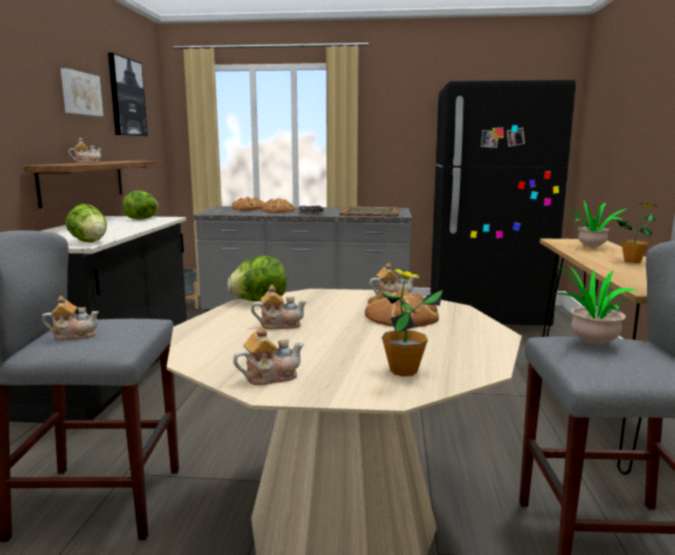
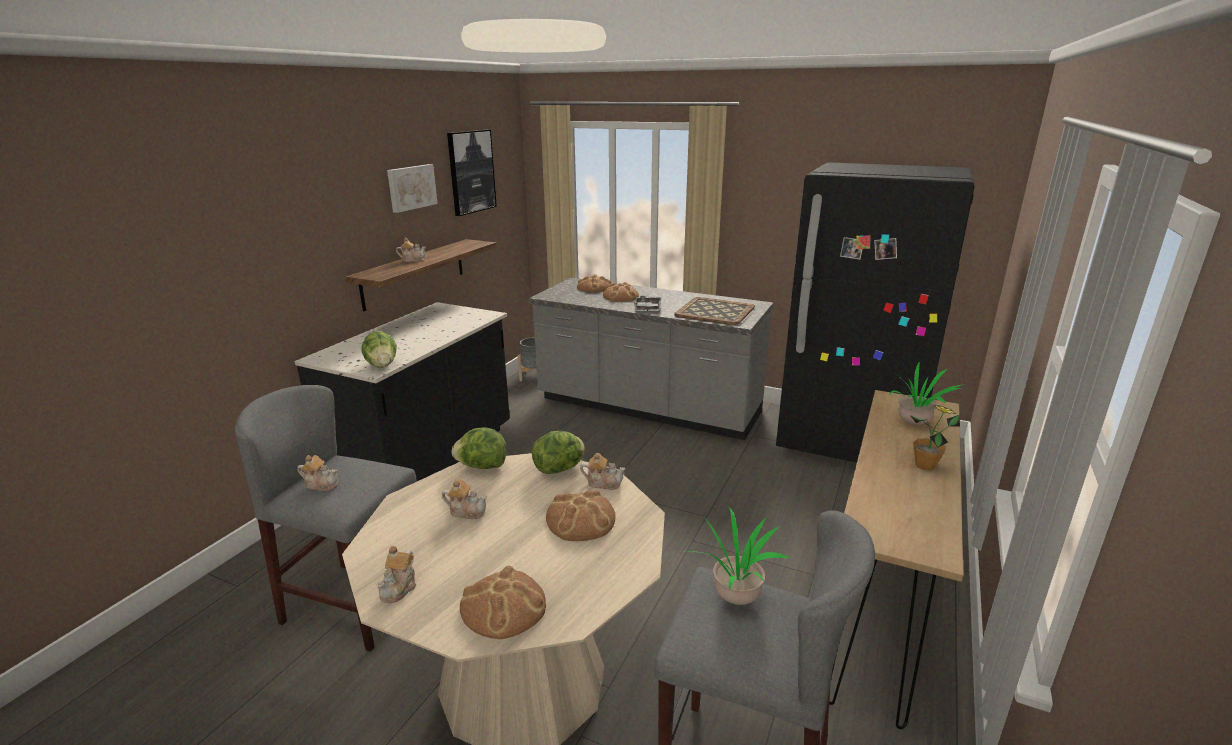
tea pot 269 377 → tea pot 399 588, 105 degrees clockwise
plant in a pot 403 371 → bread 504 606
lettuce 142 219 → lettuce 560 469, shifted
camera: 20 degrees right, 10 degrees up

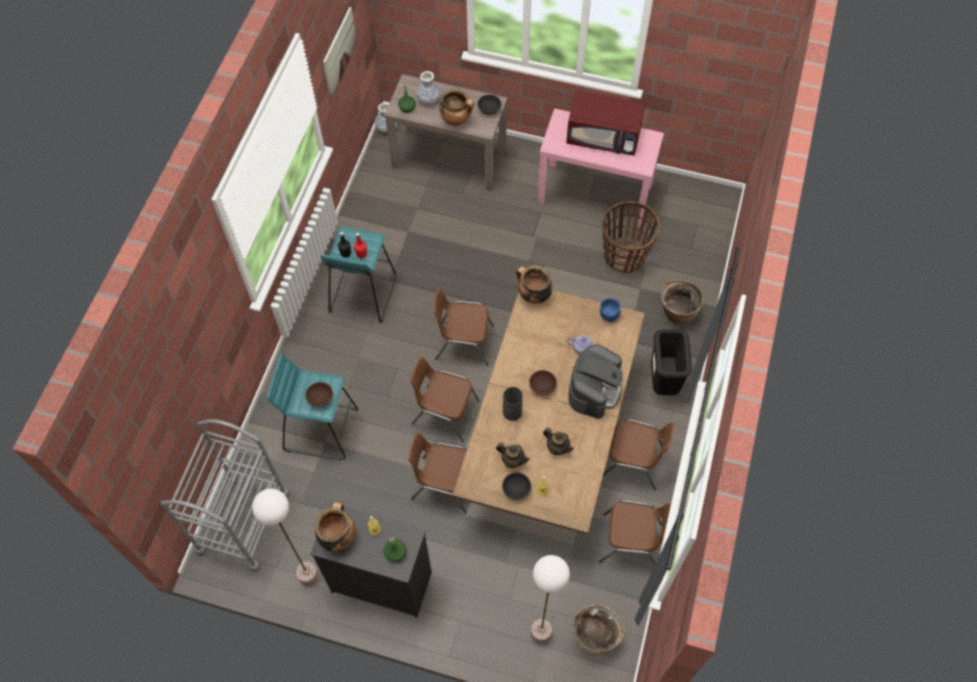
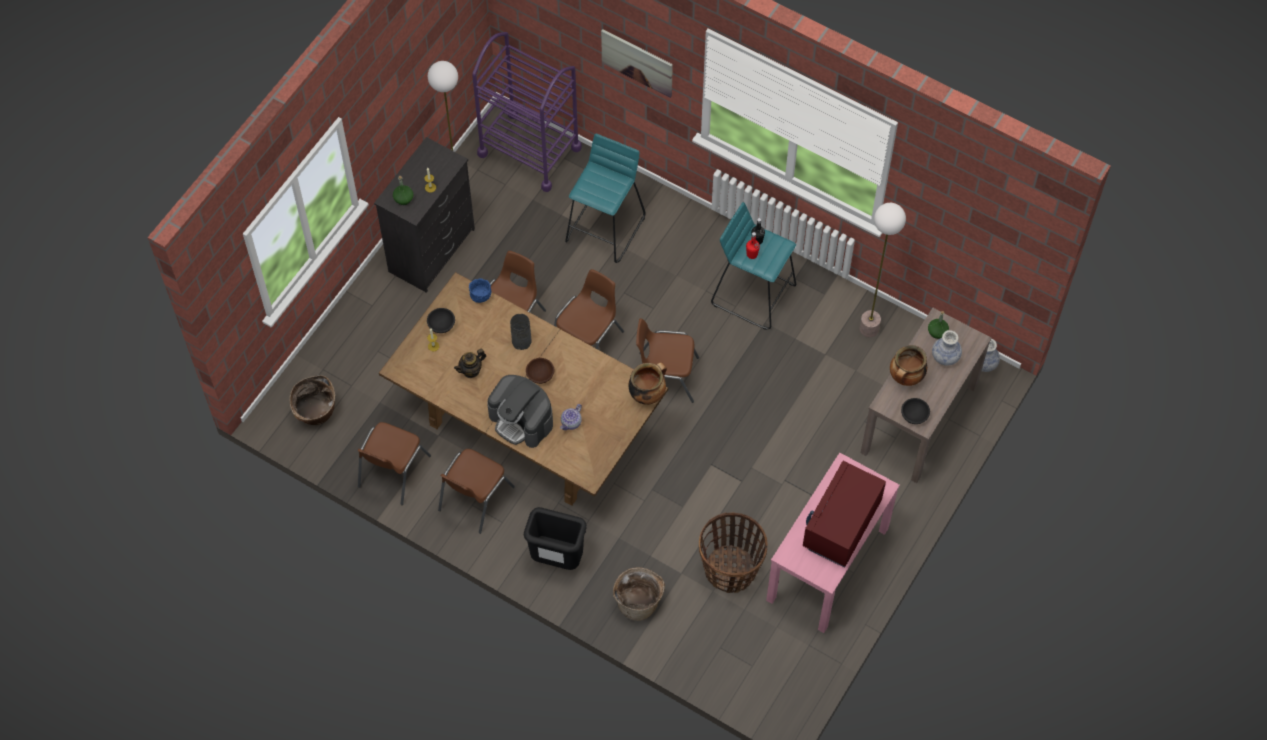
bowl (blue) 609 315 → bowl (blue) 480 297, shifted
cart (grey) 243 522 → cart (purplish) 529 151
wall picture 339 51 → wall picture 637 62, shifted
upright chair (brownish) 463 342 → upright chair (brownish) 665 376, 105 degrees counterclockwise
standard lamp 541 634 → standard lamp 869 329, shifted
bowl (brownish) 321 398 → -
cooking pot 338 536 → -
tea pot 512 460 → -
camera: 105 degrees right, 0 degrees up

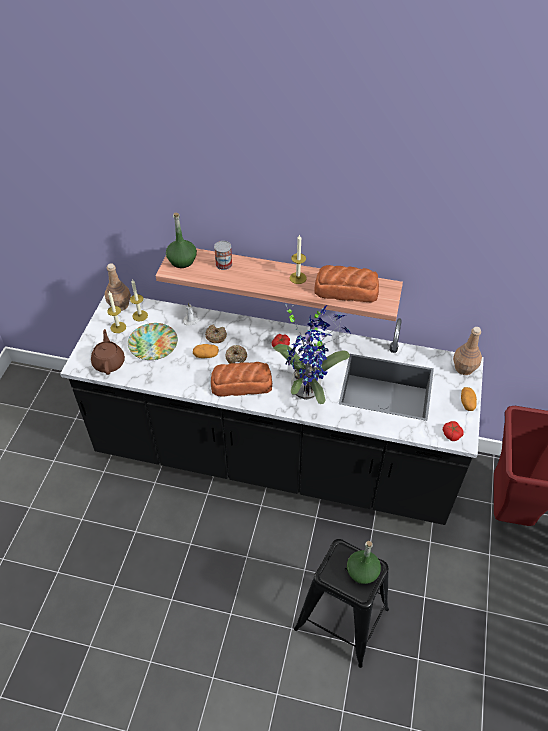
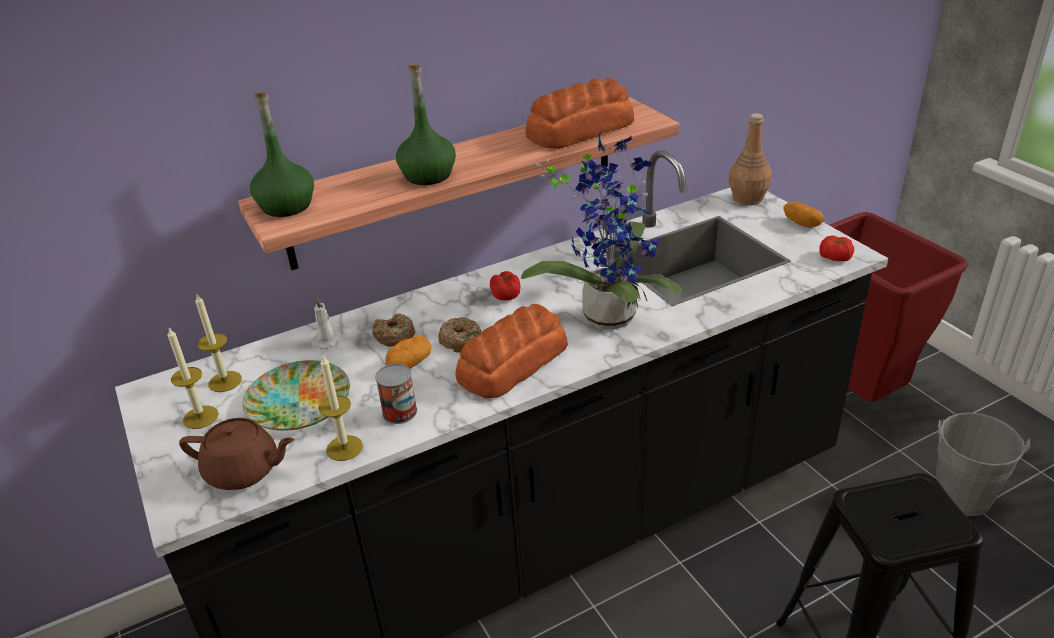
tea pot (brownish) 109 362 → tea pot (brownish) 244 471, 150 degrees clockwise
wax candle 298 278 → wax candle 344 448, shifted
can 224 264 → can 399 412, shifted
bottle (green) 362 571 → bottle (green) 428 175, shifted
- → pail (grey) 962 491
bottle (brownish) 120 305 → -
camera: 40 degrees left, 15 degrees down

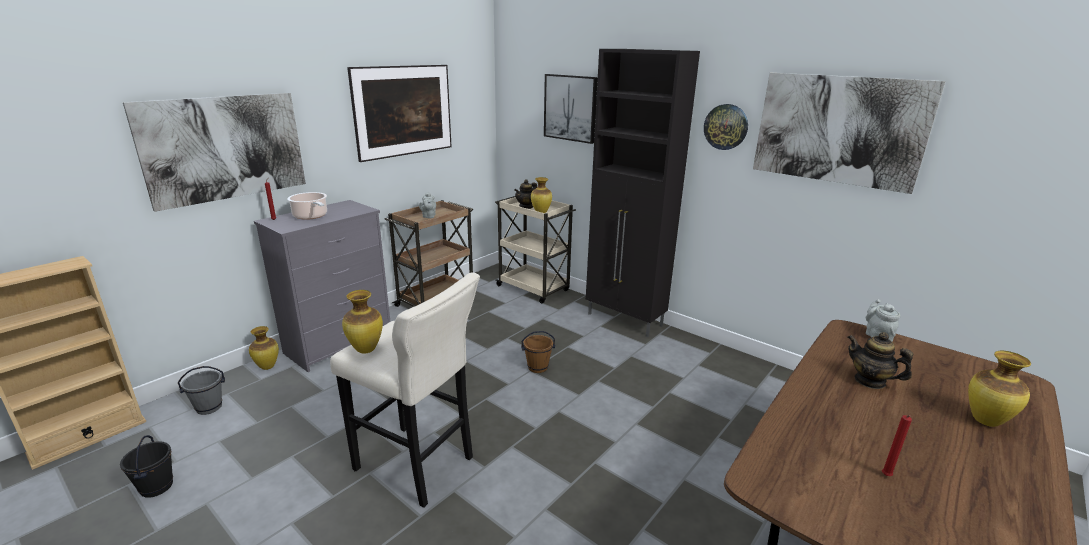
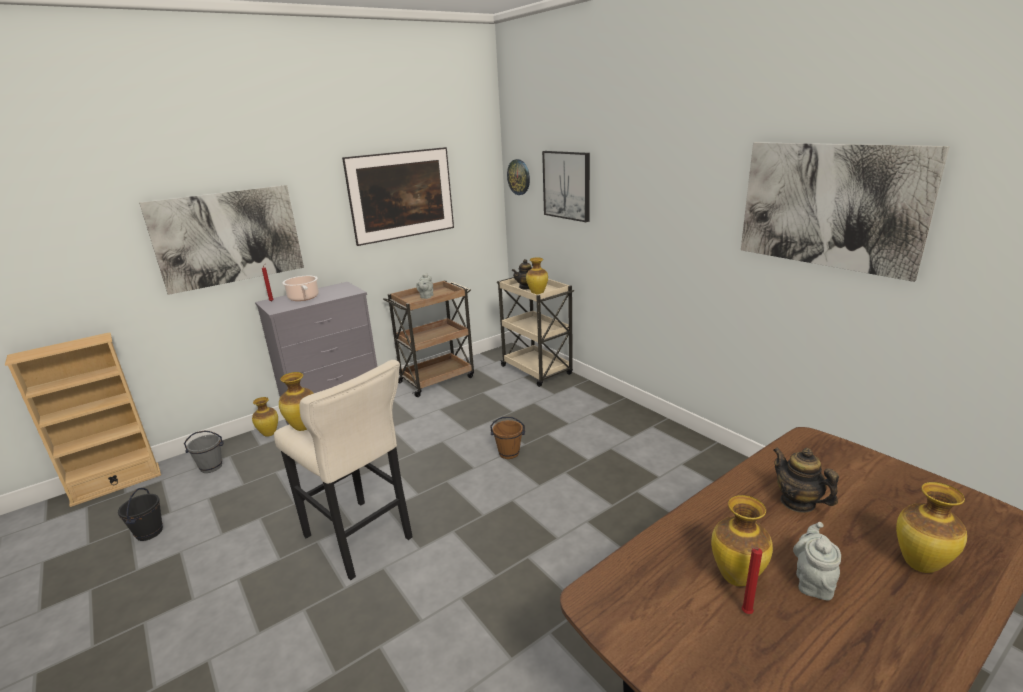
hanging clock 726 127 → hanging clock 519 177, shifted
- → vase 736 577
tea pot (grey) 877 336 → tea pot (grey) 813 582, shifted
cabinet (blackish) 625 320 → -
camera: 15 degrees right, 0 degrees up

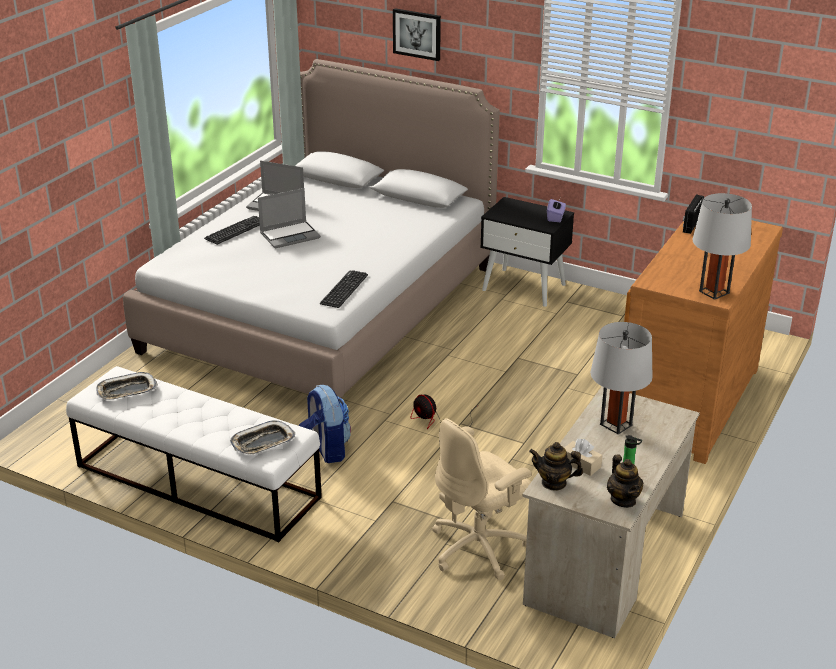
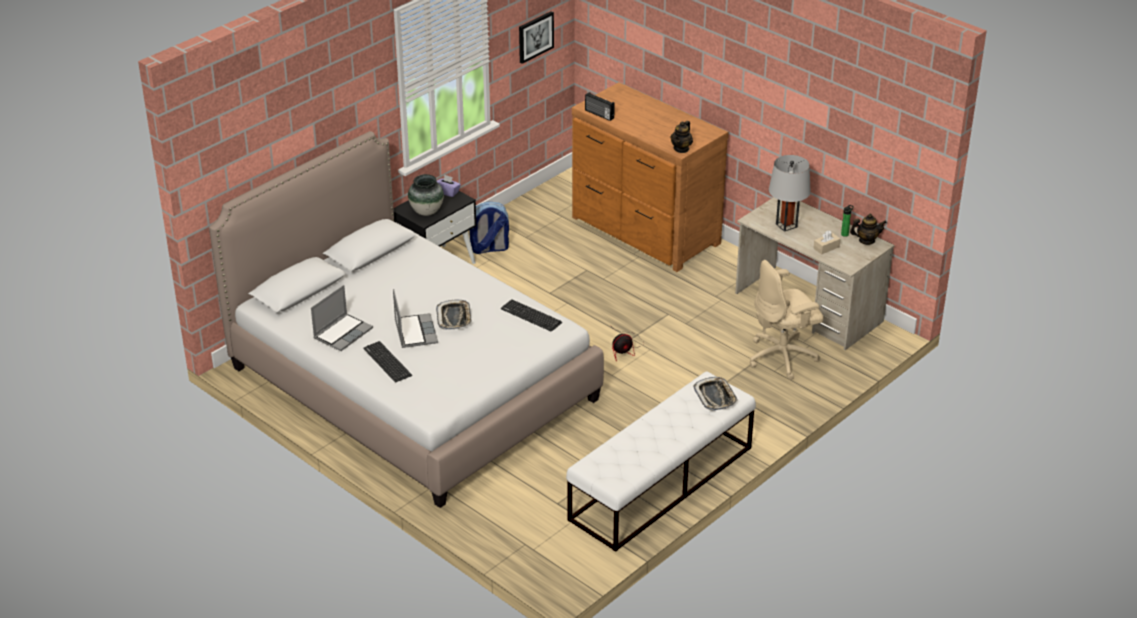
- → vase 426 211
carrying tray 126 391 → carrying tray 454 318, shifted
backpack 326 449 → backpack 489 248, shifted
wall picture 417 34 → wall picture 535 36, shifted
tea pot 554 483 → tea pot 681 149, shifted
office chair (beige) 479 548 → office chair (beige) 783 357, 90 degrees clockwise
lamp for a table (grey) 714 292 → -
camera: 75 degrees left, 5 degrees up

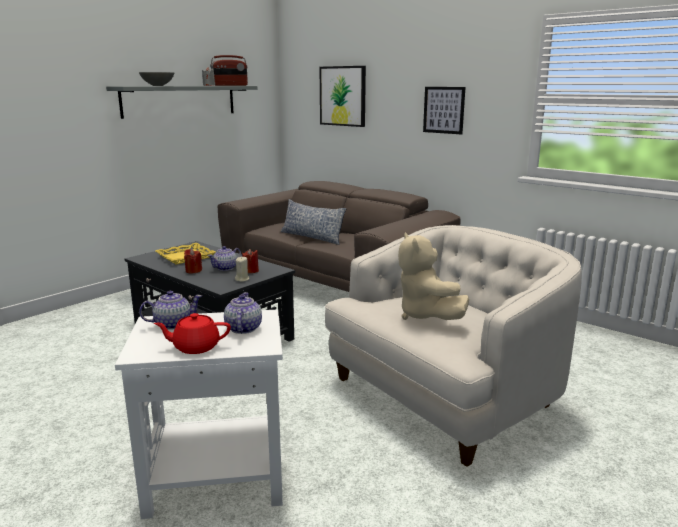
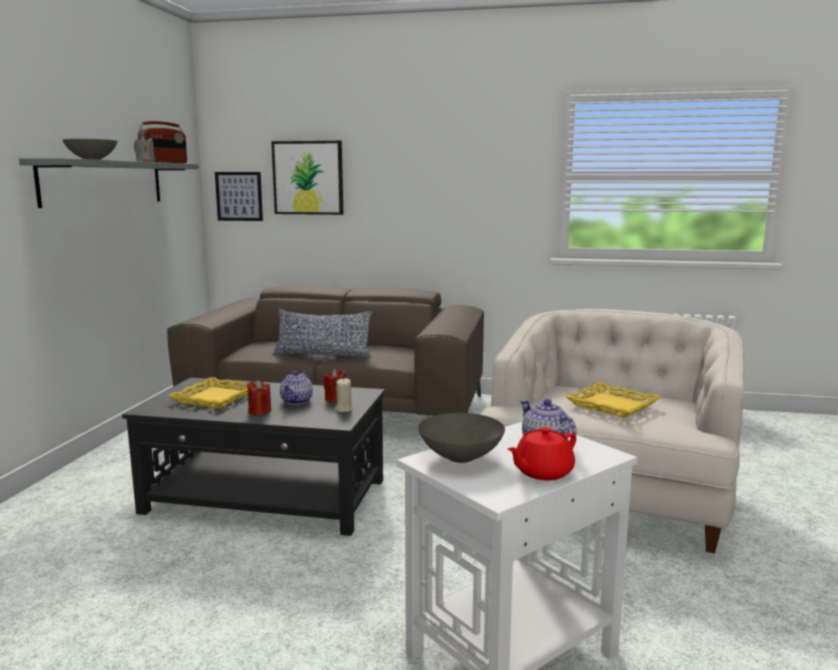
wall picture 444 110 → wall picture 239 196, shifted
tea pot 172 324 → bowl (grey) 459 457
soft toy (beige) 426 315 → carrying tray (yellow-coloured) 612 405
camera: 30 degrees left, 5 degrees down

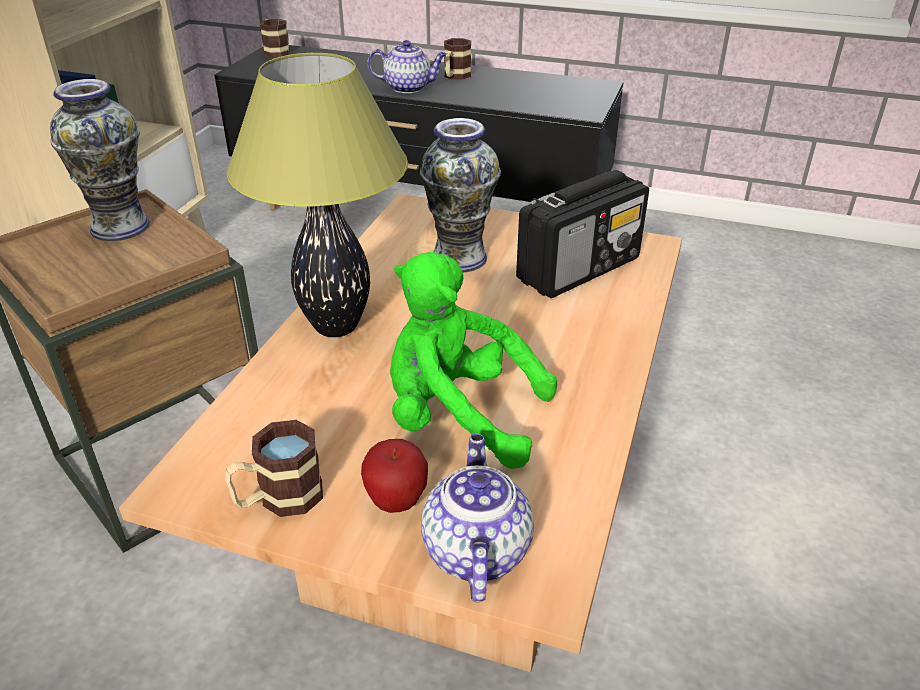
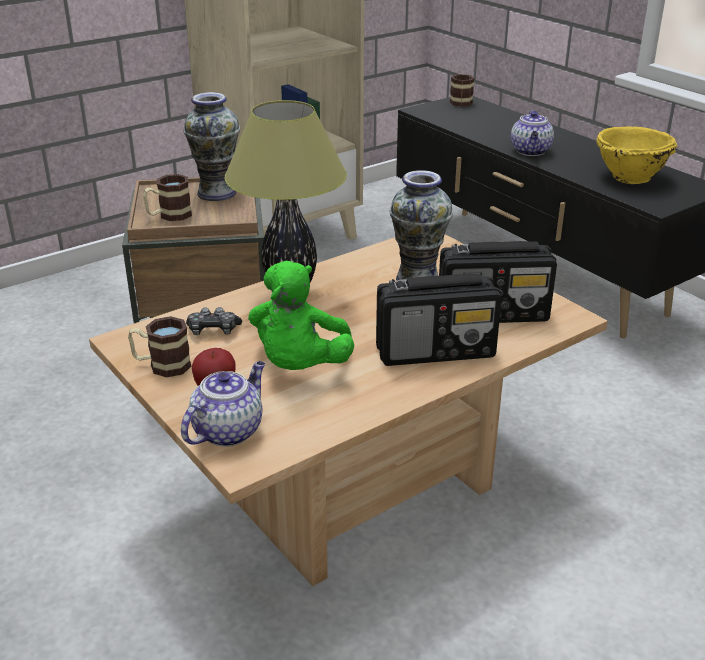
tea mug 455 77 → tea mug 169 216, shifted
- → game controller 213 330
soft toy (green) 458 417 → soft toy (green) 300 366, 135 degrees counterclockwise
- → radio set 436 351
tea pot 409 87 → tea pot 531 151, 60 degrees clockwise
- → bowl (yellow-coloured) 629 178
camera: 35 degrees right, 5 degrees down

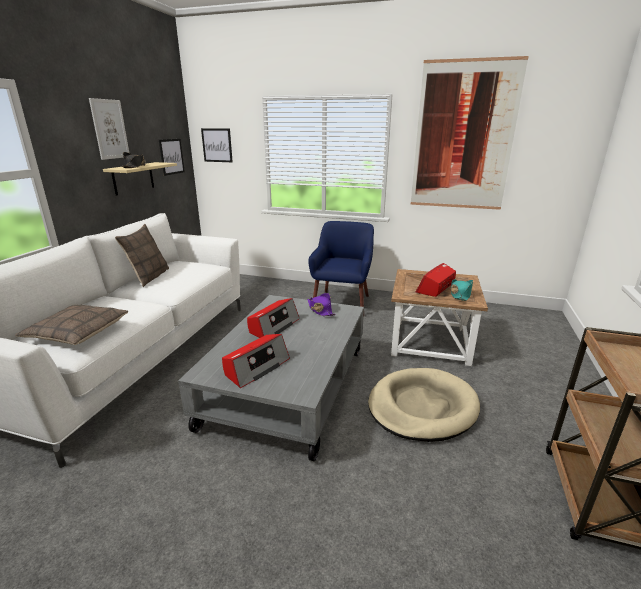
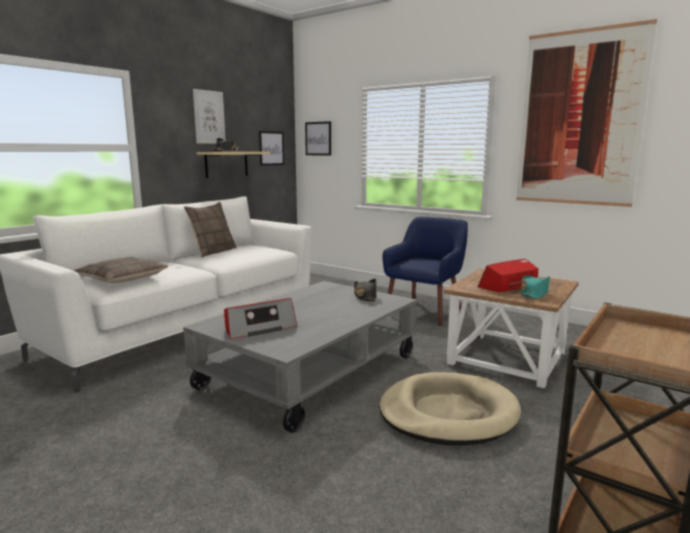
clothing hat (purplish) 320 310 → clothing hat (blackish) 365 296
radio set 273 326 → -
camera: 20 degrees right, 10 degrees down

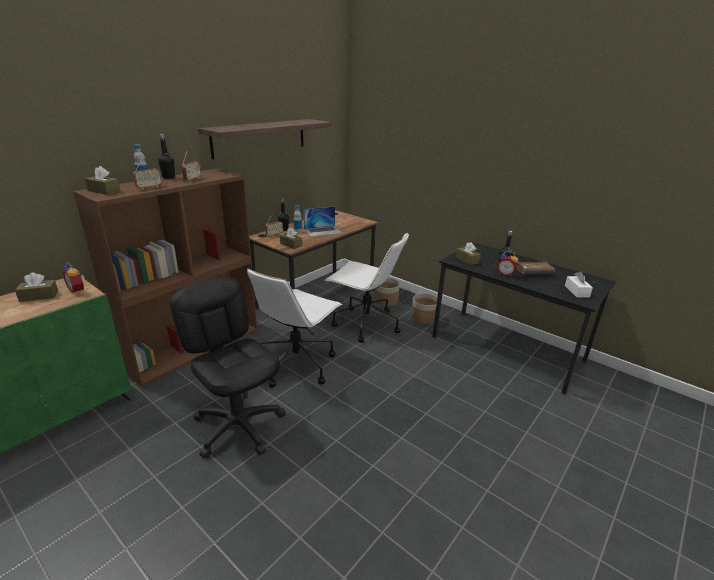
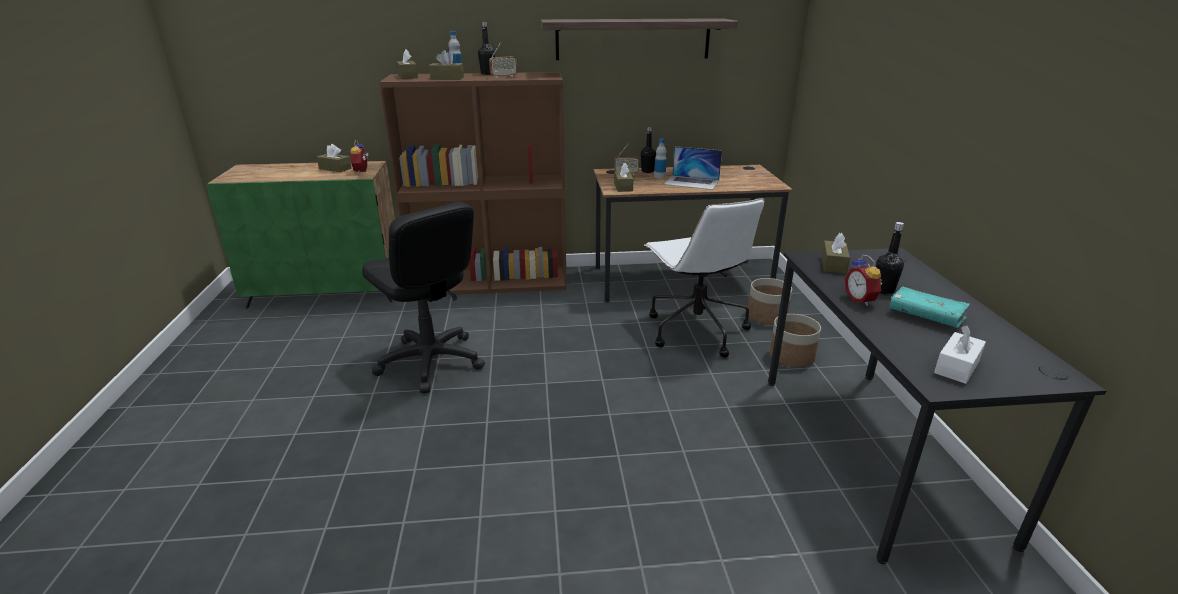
office chair (blackish) 239 426 → office chair (blackish) 430 362, 135 degrees clockwise
radio set 149 187 → tissue box (brownish) 447 78
volume (brownish) 533 273 → volume (turquoise) 925 316
office chair (white) 297 364 → -
camera: 45 degrees right, 0 degrees up

